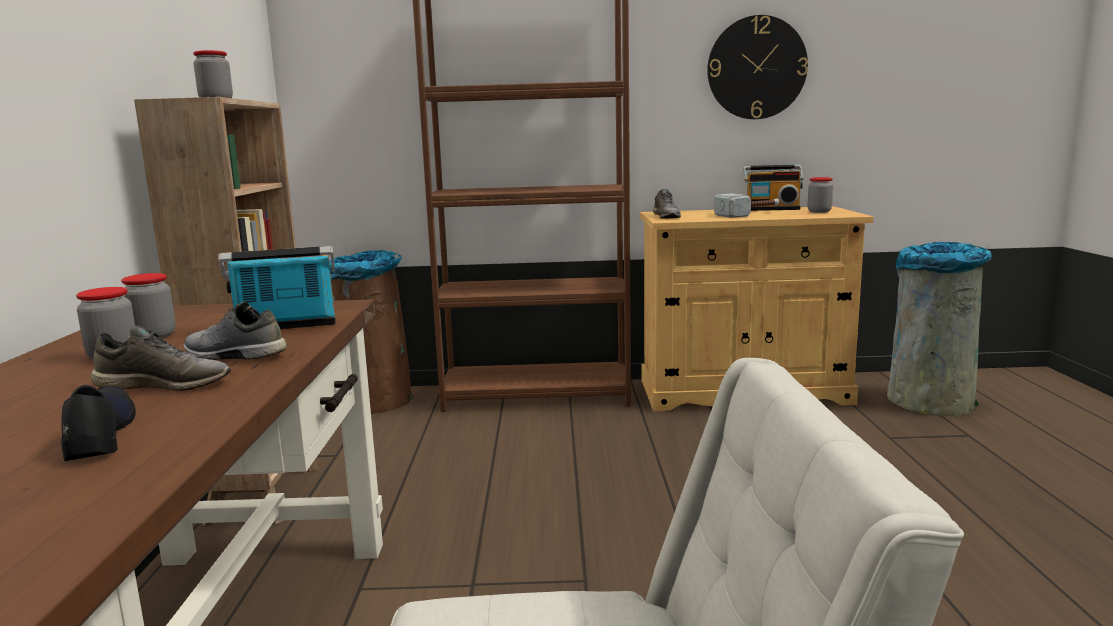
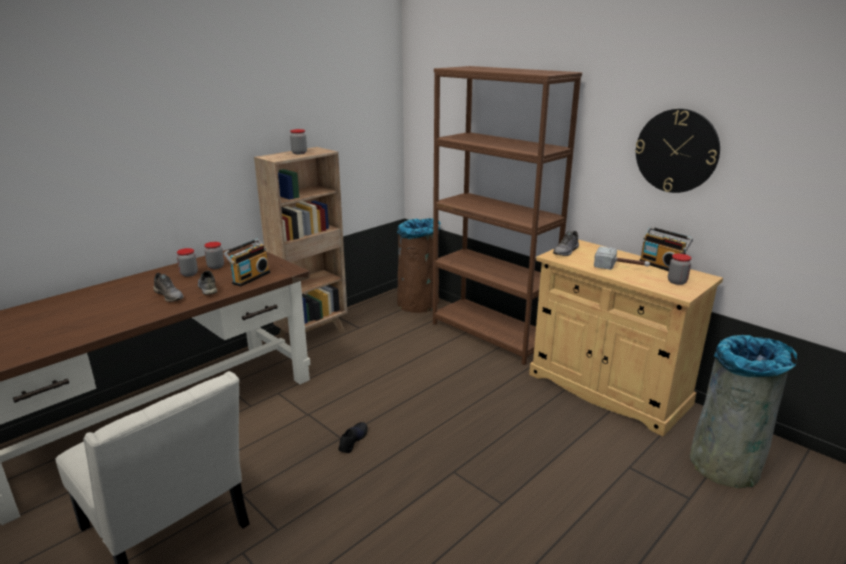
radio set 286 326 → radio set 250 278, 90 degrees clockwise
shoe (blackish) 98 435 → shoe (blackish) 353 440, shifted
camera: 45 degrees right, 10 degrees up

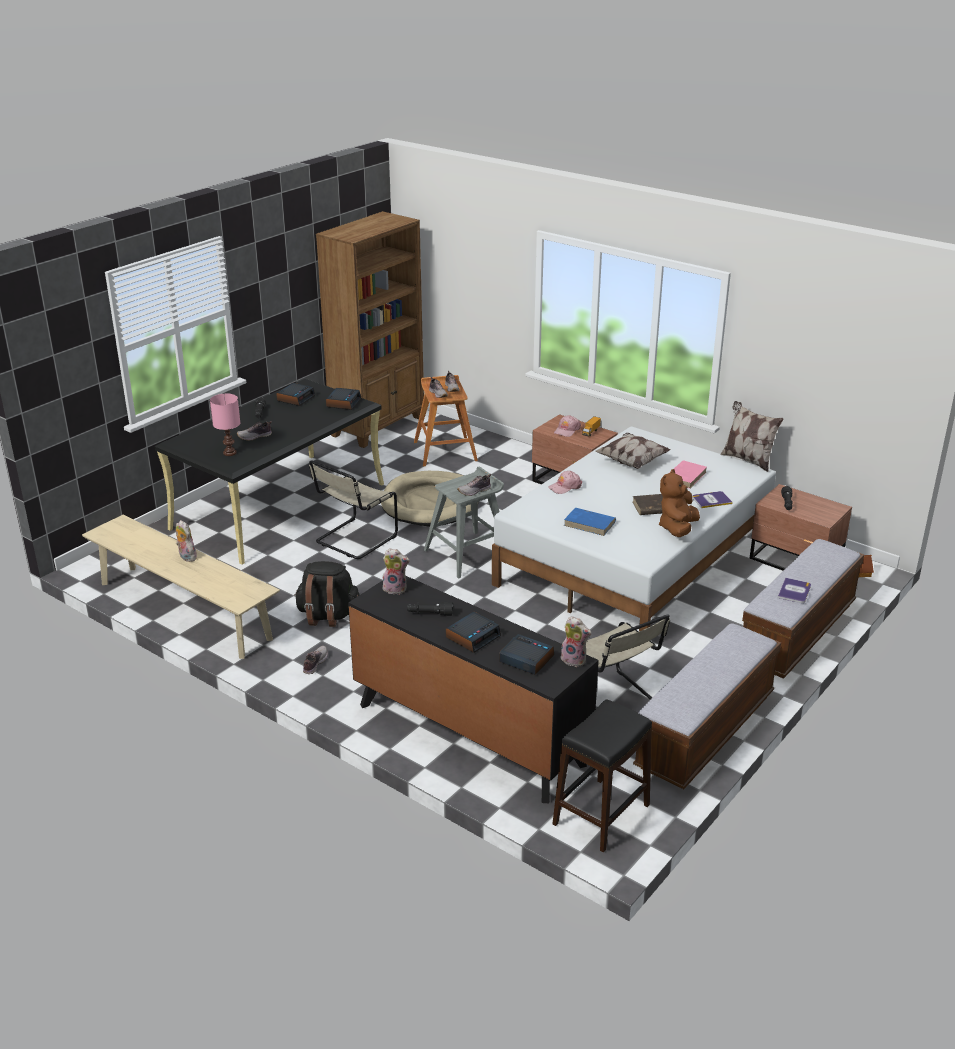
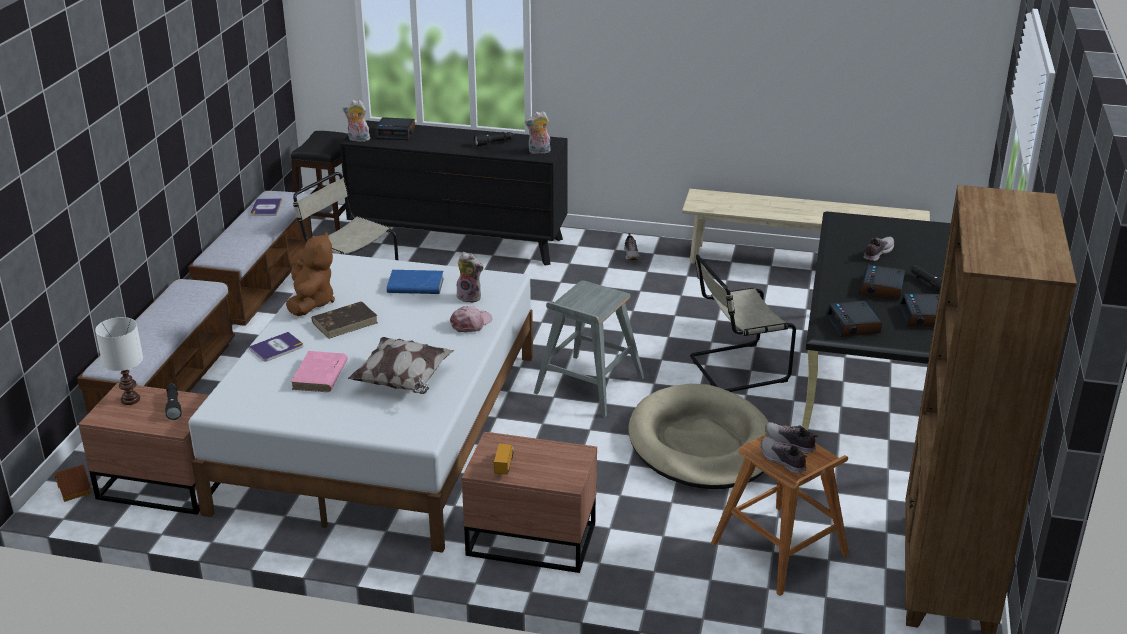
- → lamp for a table (white) 131 399
volume 794 591 → volume 266 208, shifted
soft toy 186 557 → soft toy 470 297, shifted
upright chair (beige) 354 540 → upright chair (beige) 734 369, 120 degrees counterclockwise
bedside clock 473 637 → bedside clock 882 288, shifted
lamp for a table (pink) 229 453 → -
backpack (blackish) 328 616 → -
shoe 475 491 → -
peaked cap (pink) 567 430 → -
pillow 747 460 → -
camera: 155 degrees right, 0 degrees up

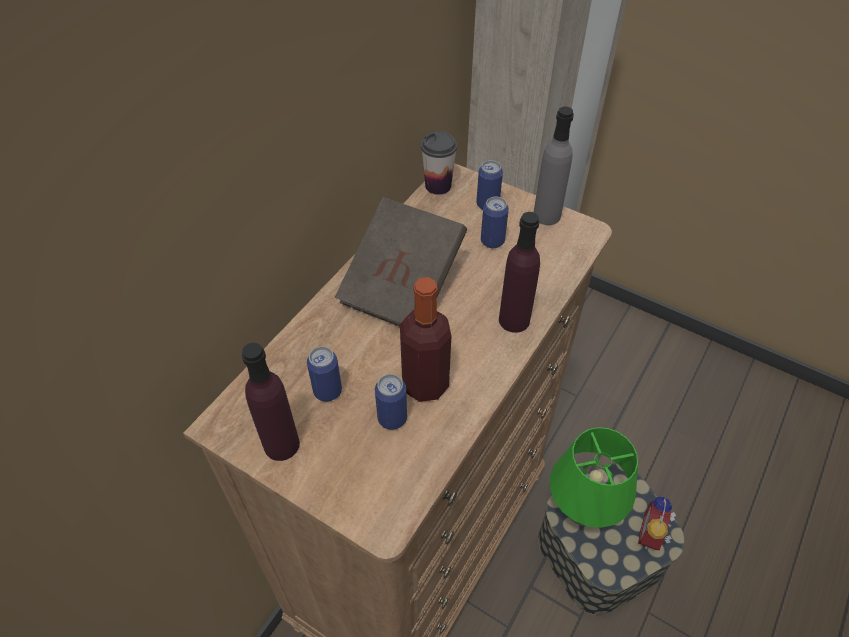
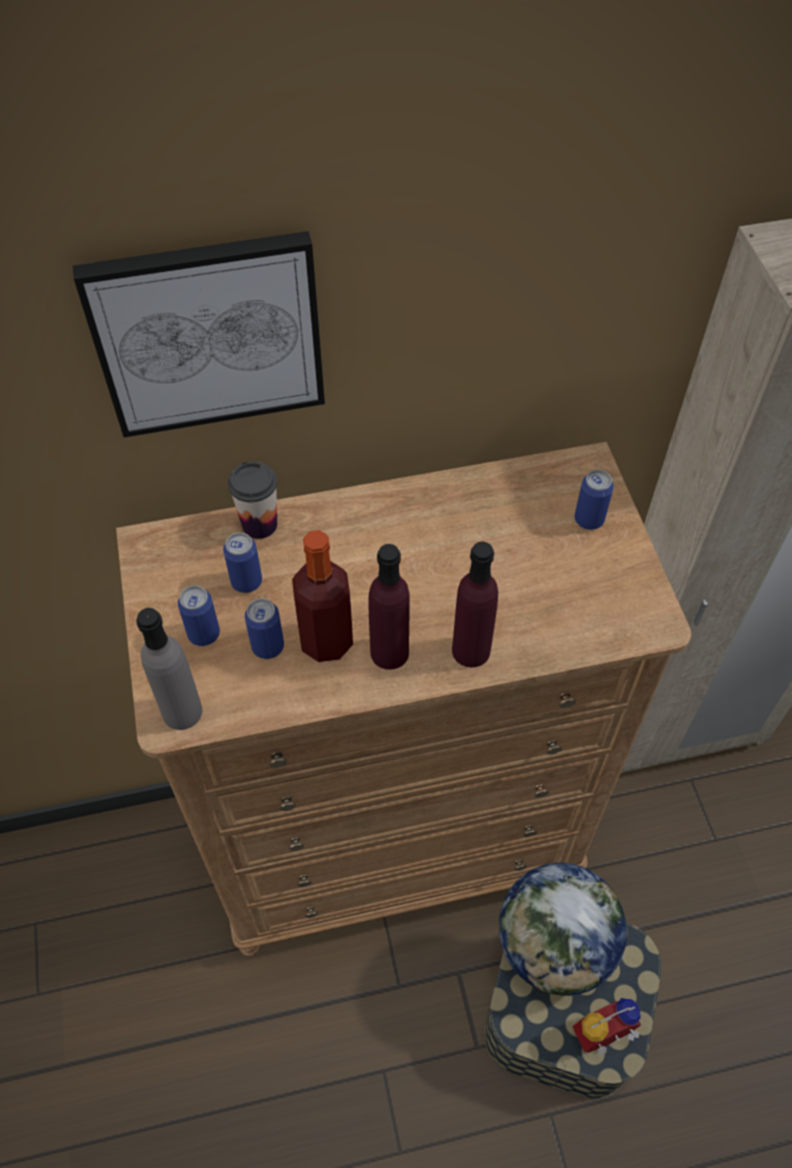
- → wall picture 208 334
bottle (grey) 546 215 → bottle (grey) 182 711, shifted
can 492 241 → can 204 634, shifted
small cup 438 186 → small cup 259 524, shifted
bottle (purplish) 281 444 → bottle (purplish) 389 652, shifted
lamp for a table (green) 582 513 → world globe 554 946
volume (brownish) 402 286 → -
camera: 45 degrees right, 5 degrees up

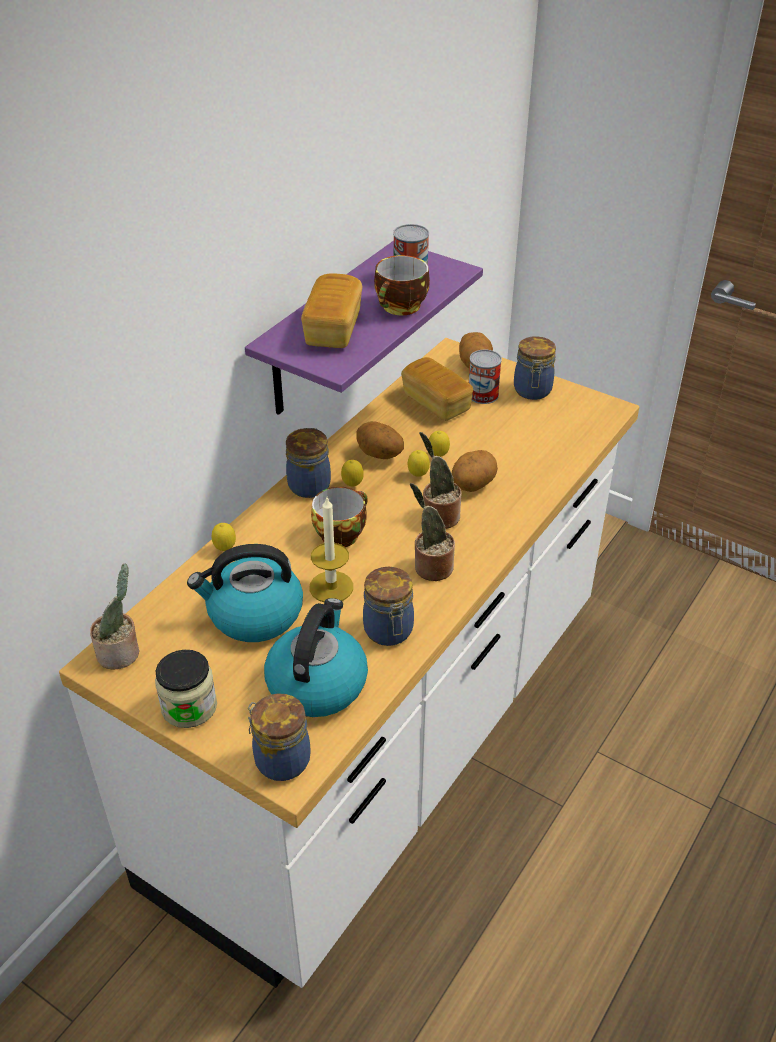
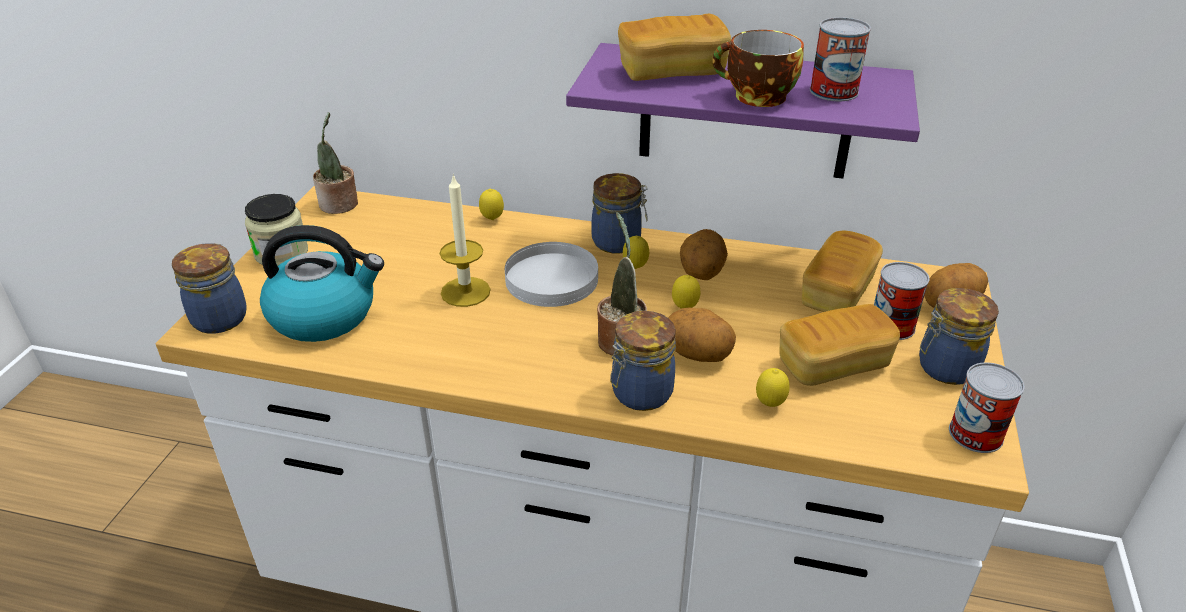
small cup 340 533 → dinner plate (white) 552 278
jar 389 632 → jar 639 394, shifted
lemon 438 456 → lemon 769 405, shifted
- → bread 833 364
- → can 975 434
kettle 253 615 → -
plant in a pot 430 567 → -
camera: 70 degrees right, 5 degrees down

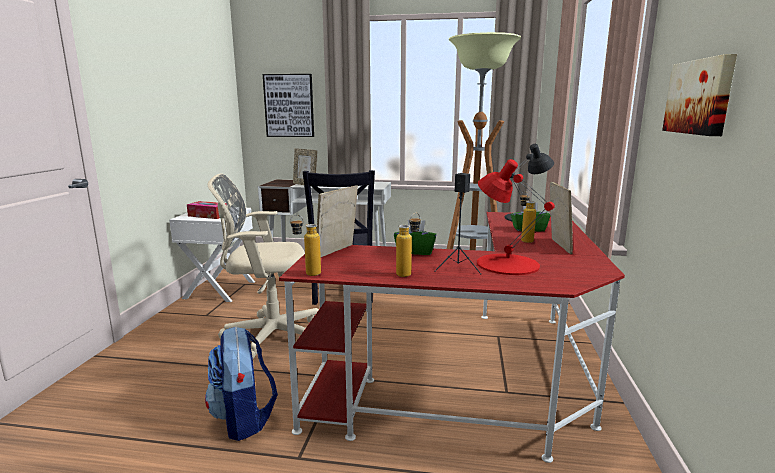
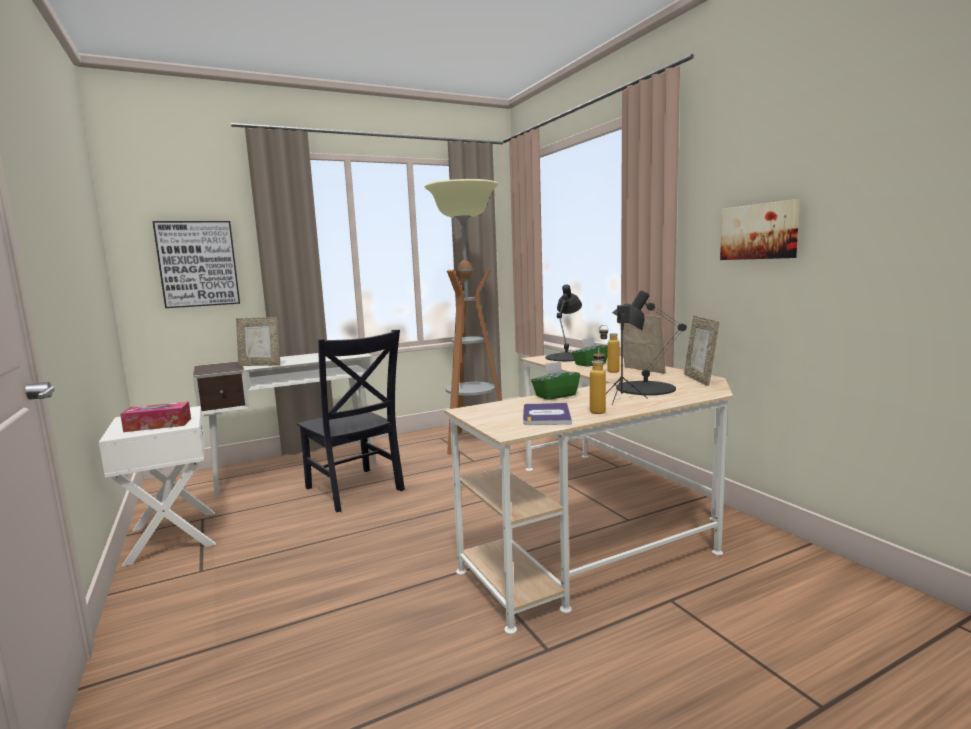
desk (red) 479 383 → desk (beige) 601 522
- → volume 546 415
lamp for a table (red) 506 264 → lamp for a table (blackish) 644 388
standing frame 337 252 → standing frame 699 379, shifted
backpack 244 419 → -
office chair (beige) 269 335 → -
bottle 307 274 → -
camera: 35 degrees left, 5 degrees down

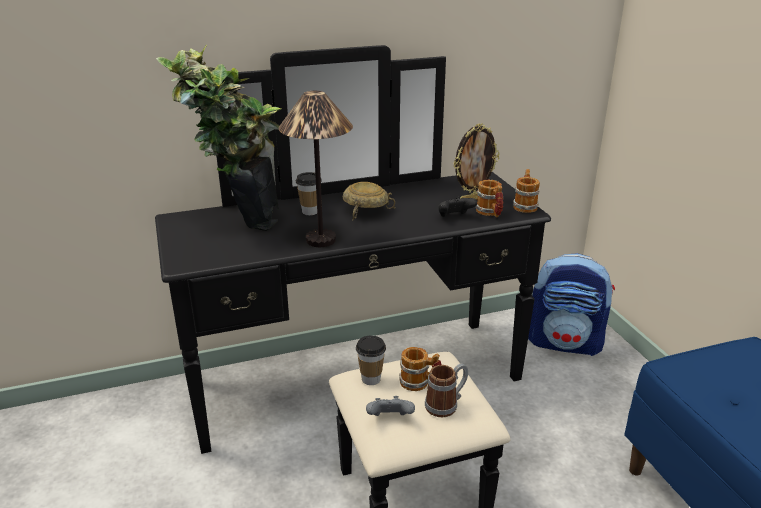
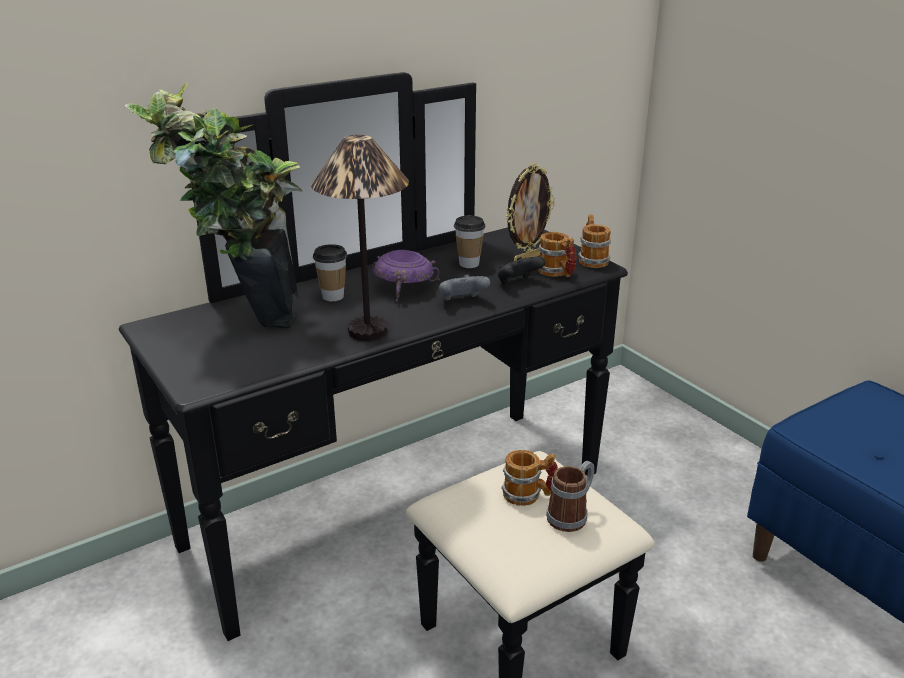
bowl (beige) 364 211 → bowl (purplish) 402 288
game controller (grey) 390 419 → game controller (grey) 462 301, shifted
small cup 371 379 → small cup 469 264, shifted
backpack 565 343 → -
camera: 15 degrees left, 0 degrees up

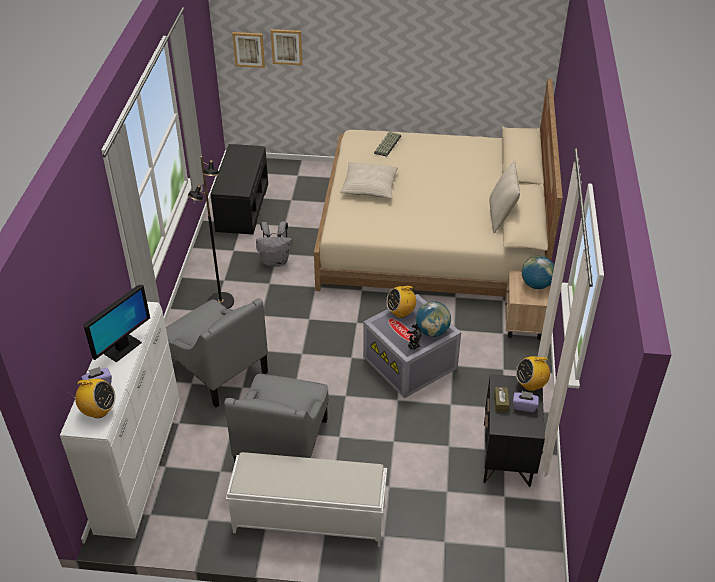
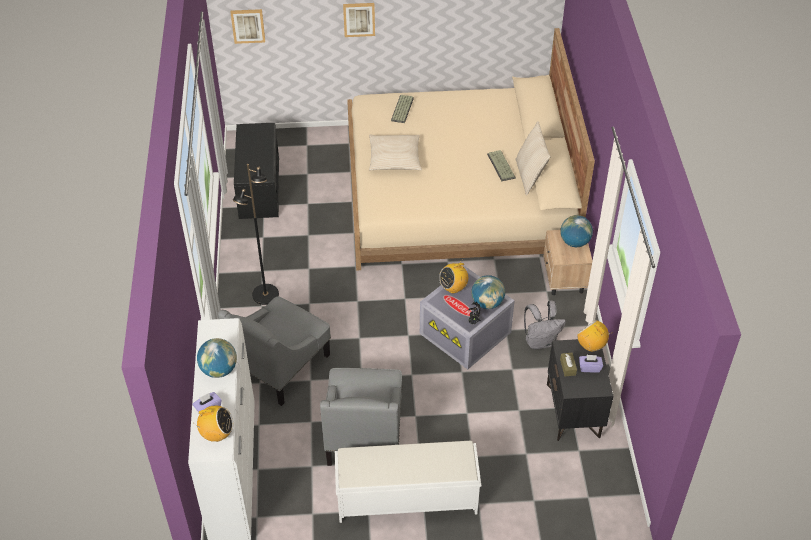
monitor 122 348 → world globe 219 370
easy chair (grey) 217 368 → easy chair (grey) 280 364, 90 degrees clockwise
wall picture 286 46 → wall picture 359 19, shifted
- → keyboard 502 166
backpack (grey) 275 261 → backpack (grey) 540 341, shifted
radio set 531 385 → radio set 591 346, 75 degrees clockwise
camera: 10 degrees left, 5 degrees up

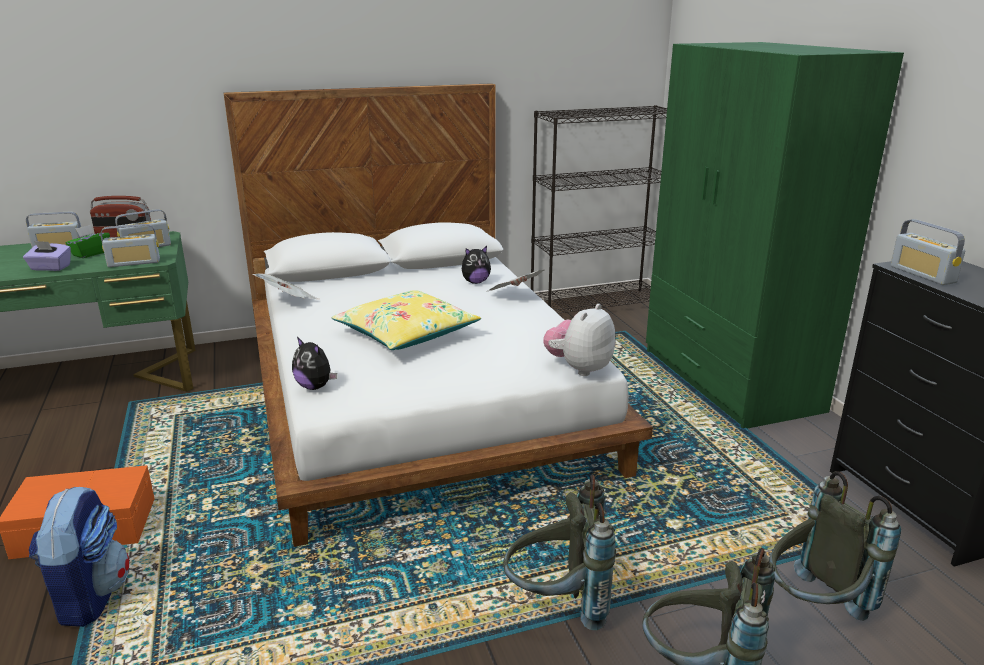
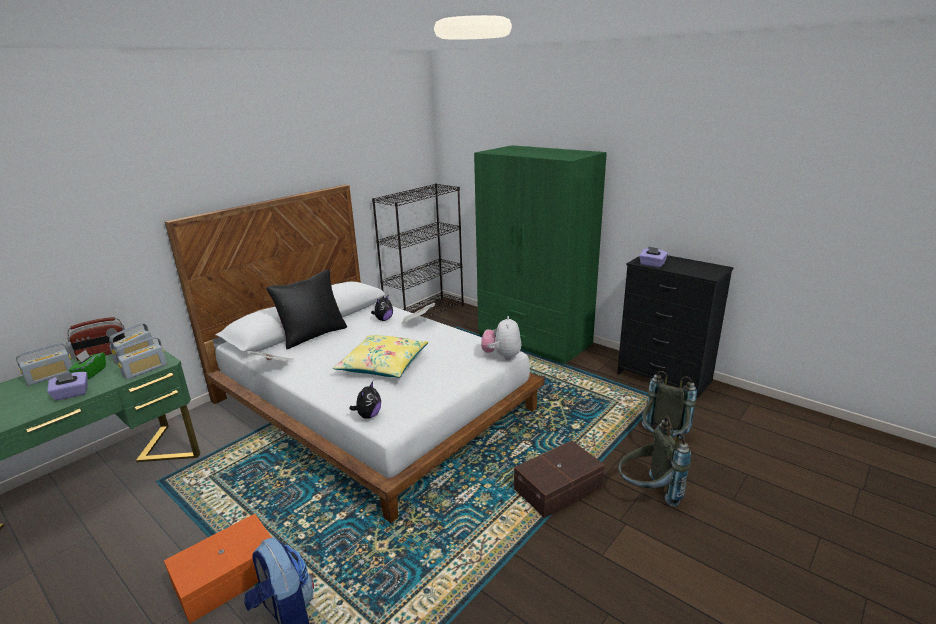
- → pillow (blackish) 312 335
soft toy 315 386 → soft toy 368 415, 75 degrees counterclockwise
backpack (grey) 557 604 → storage bin (brownish) 559 489
radio set 922 274 → tissue box (purplish) 652 264
camera: 30 degrees left, 0 degrees up

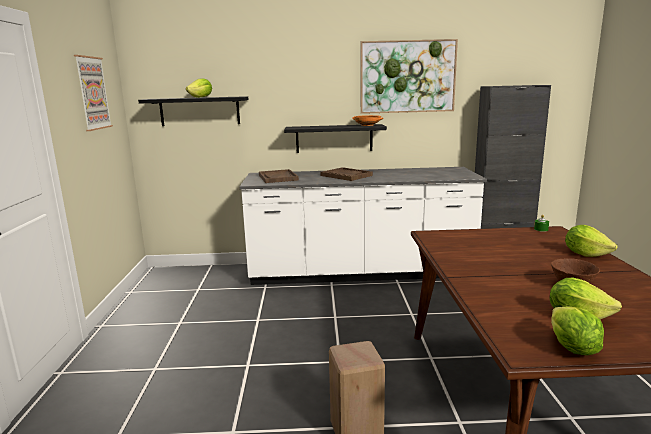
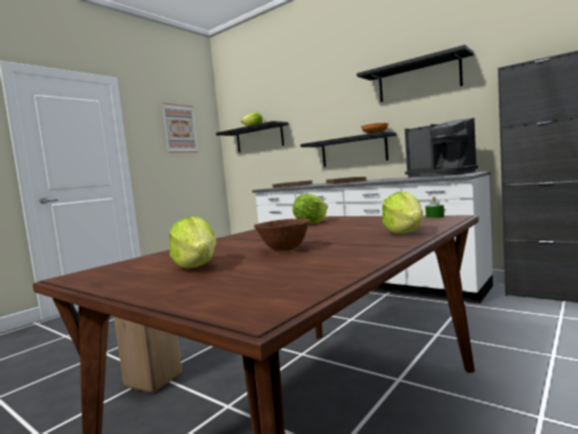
lettuce 572 348 → lettuce 311 223, shifted
wall picture 407 77 → wall shelf (blackish) 418 80
- → coffee maker 441 175
camera: 40 degrees right, 10 degrees down

